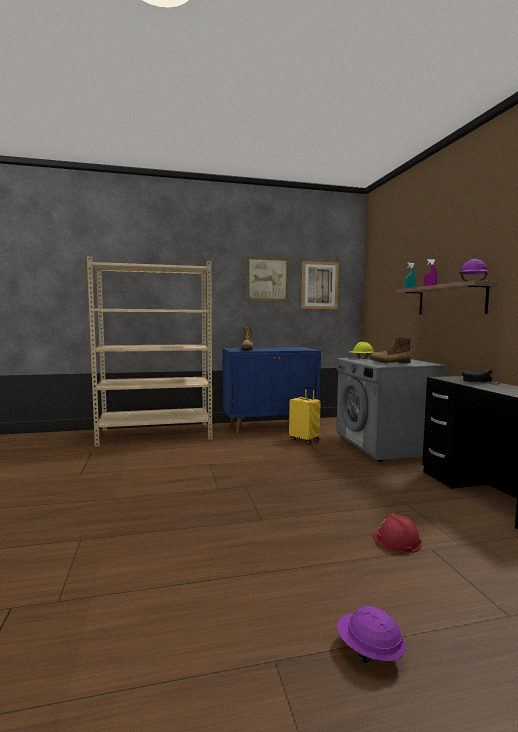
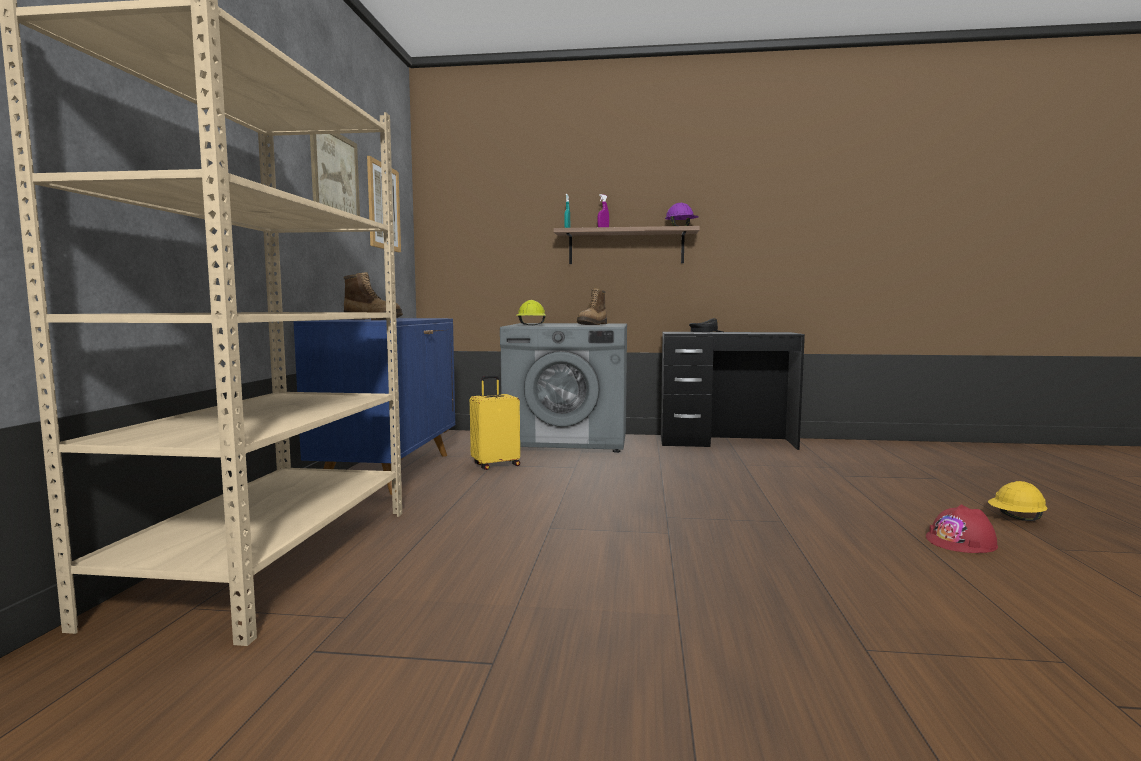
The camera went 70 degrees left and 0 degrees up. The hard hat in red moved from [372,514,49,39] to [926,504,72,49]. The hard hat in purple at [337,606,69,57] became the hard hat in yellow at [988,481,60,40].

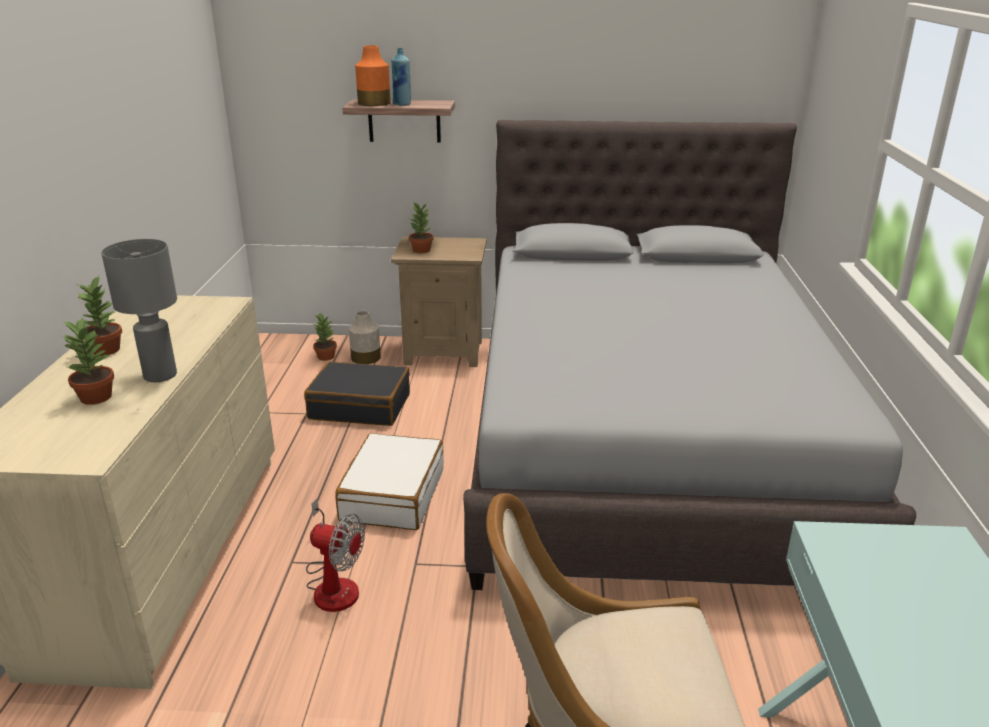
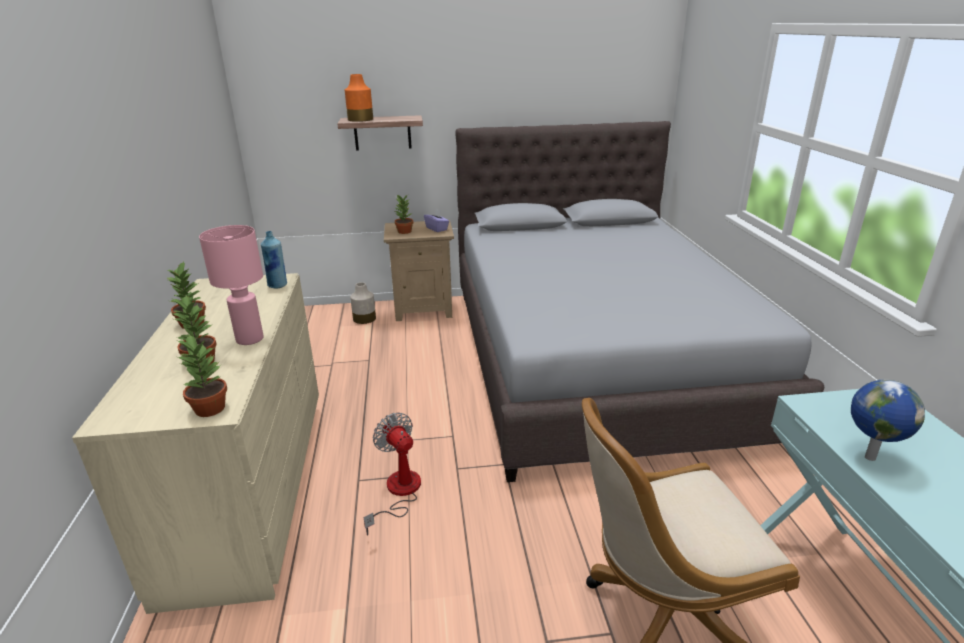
The camera went 10 degrees left and 0 degrees up. The bottle in blue moved from [391,48,20,58] to [261,231,26,57]. The table lamp in grey at [101,239,76,143] became the table lamp in pink at [199,225,65,120]. The potted plant moved from [313,313,24,48] to [177,334,50,83]. The suitcase in black at [304,362,106,64] disappeared. The suitcase in white at [335,433,109,97] disappeared. The fan at [306,498,59,114] turned 135 degrees counterclockwise. The tissue box in purple at [424,209,25,23] appeared. The globe at [851,380,74,81] appeared.

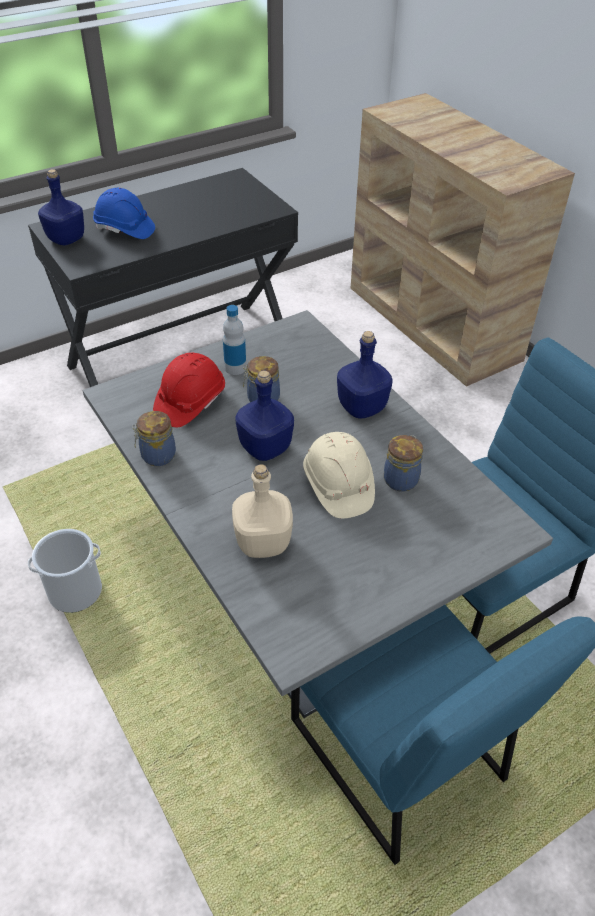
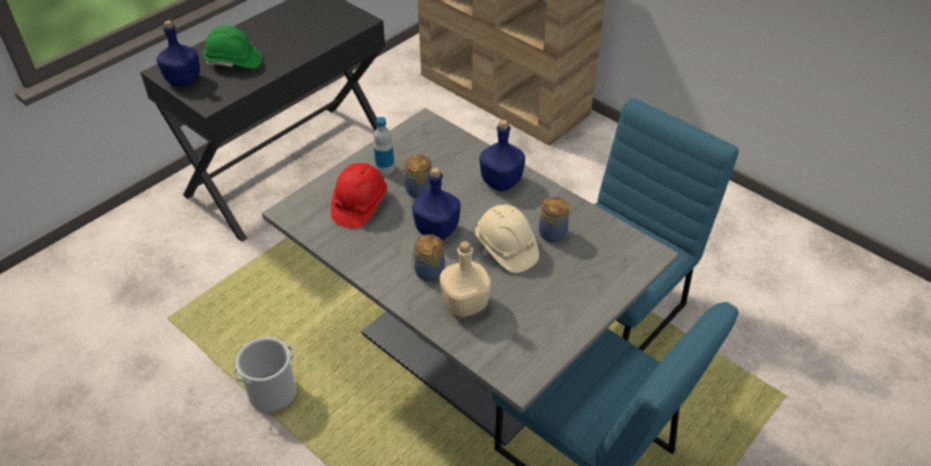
The camera went 15 degrees left and 0 degrees up. The hard hat in blue at [93,188,62,51] became the hard hat in green at [203,26,59,43]. The jar moved from [132,411,44,55] to [411,234,34,48].

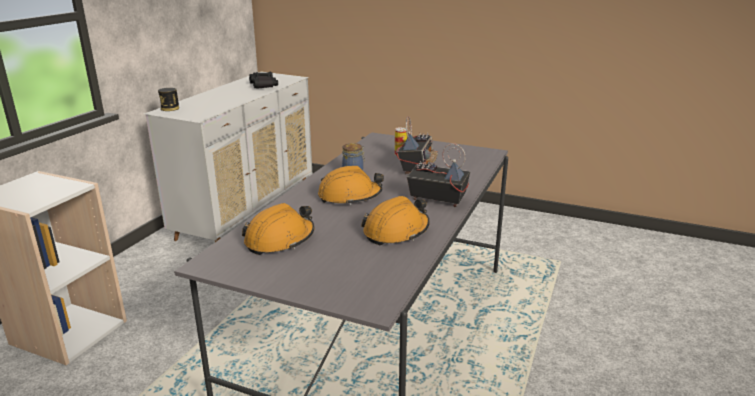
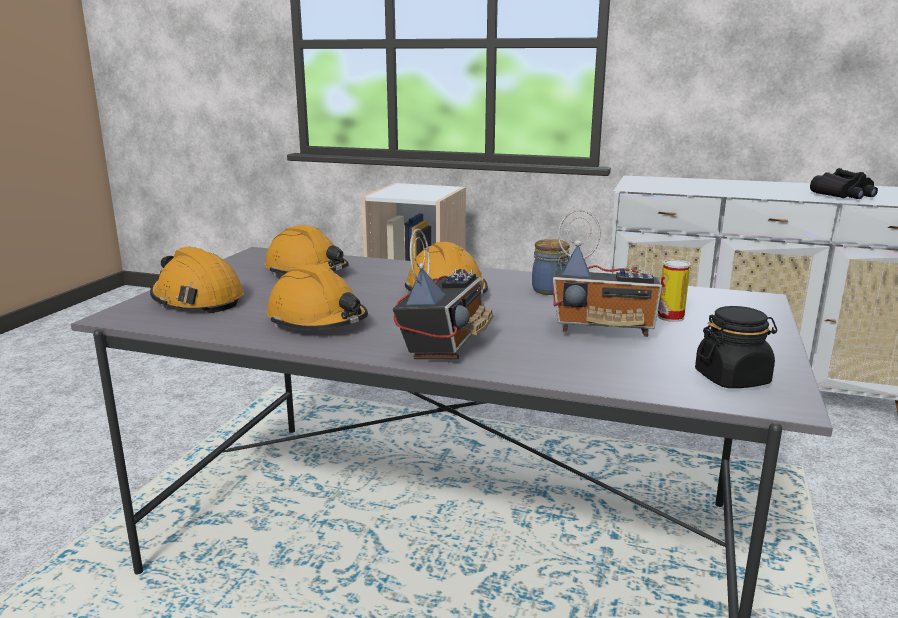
The camera went 85 degrees right and 5 degrees down. The can at [158,88,21,23] disappeared. The hard hat in orange at [150,246,94,67] appeared. The jar in black at [695,306,82,82] appeared.

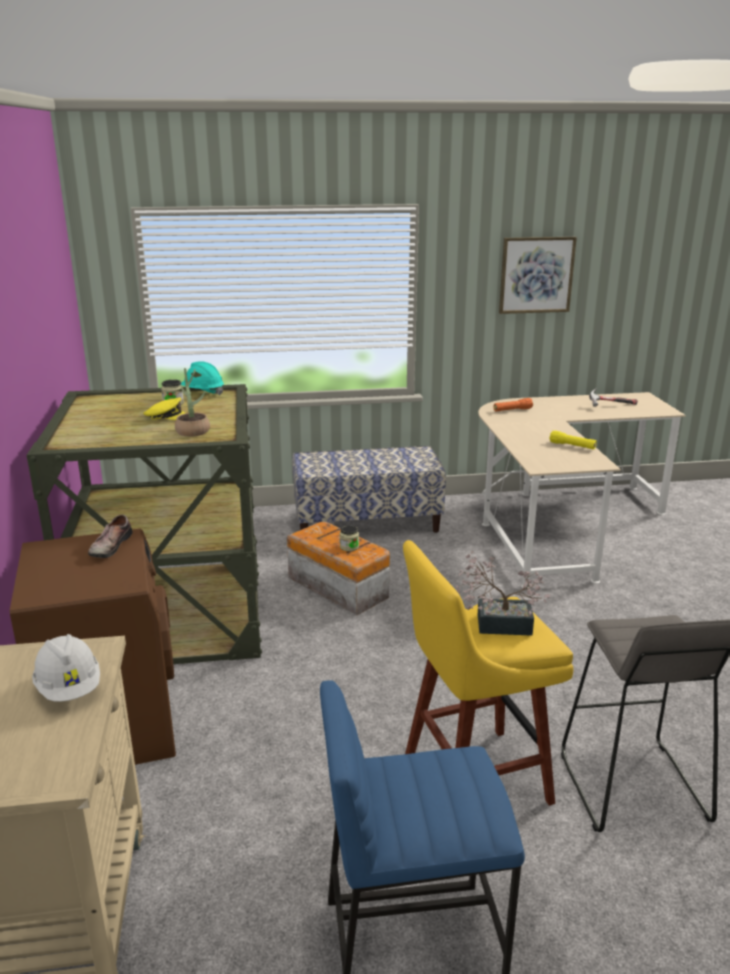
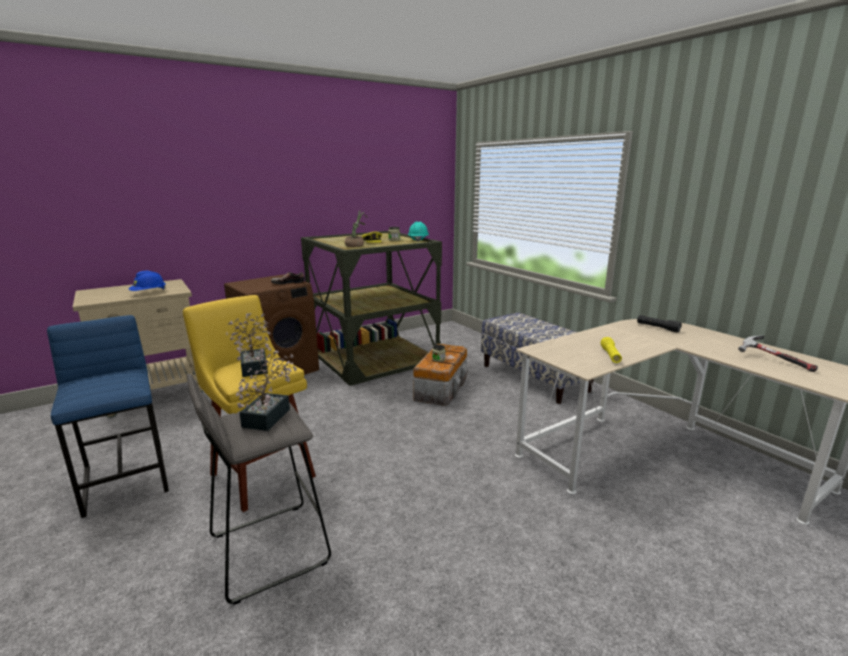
The camera went 65 degrees right and 5 degrees down. The picture at [499,237,78,77] disappeared. The flashlight in orange at [493,398,40,14] became the flashlight in black at [637,315,45,17]. The hard hat in white at [32,634,68,68] became the hard hat in blue at [129,271,37,20]. The potted plant at [236,351,61,80] appeared.

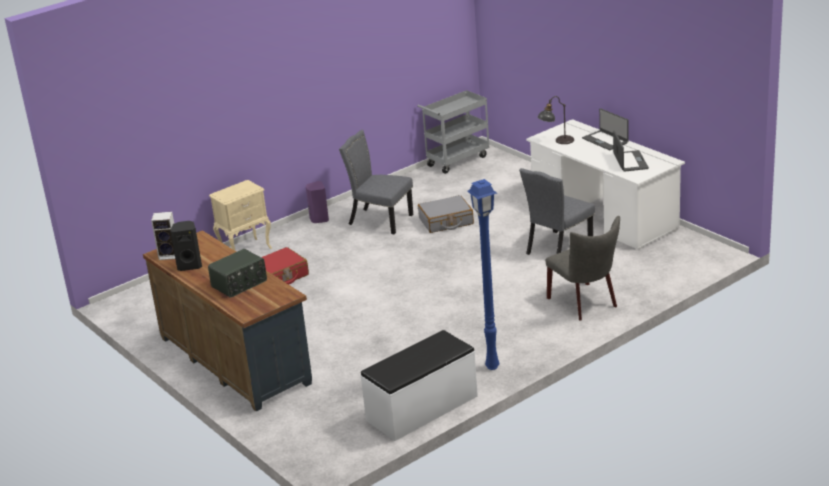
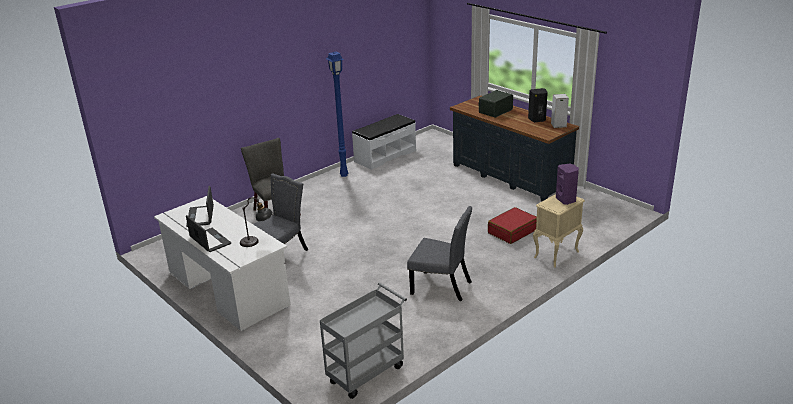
The camera went 175 degrees right and 0 degrees up. The speaker in purple moved from [306,181,23,42] to [556,164,23,41]. The suitcase in grey at [418,195,56,38] disappeared.

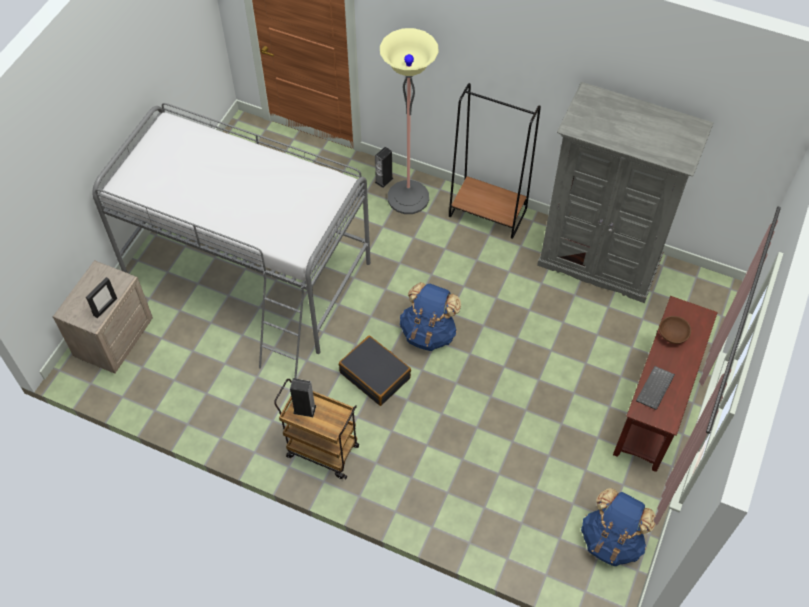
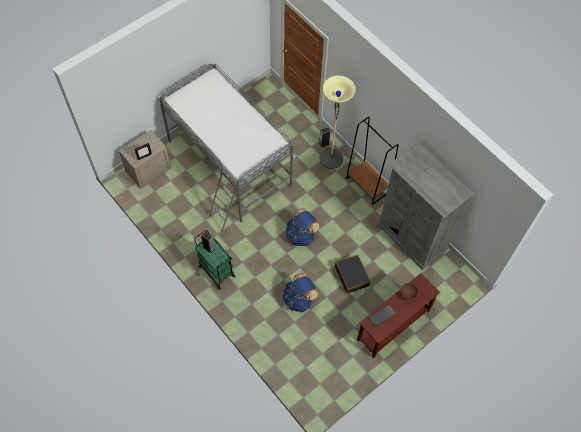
The camera went 25 degrees right and 5 degrees up. The suitcase in black moved from [339,336,72,70] to [335,255,36,39]. The cart in brown at [274,379,85,101] became the cart in green at [194,230,41,60]. The backpack in blue moved from [581,488,75,78] to [282,273,36,39].

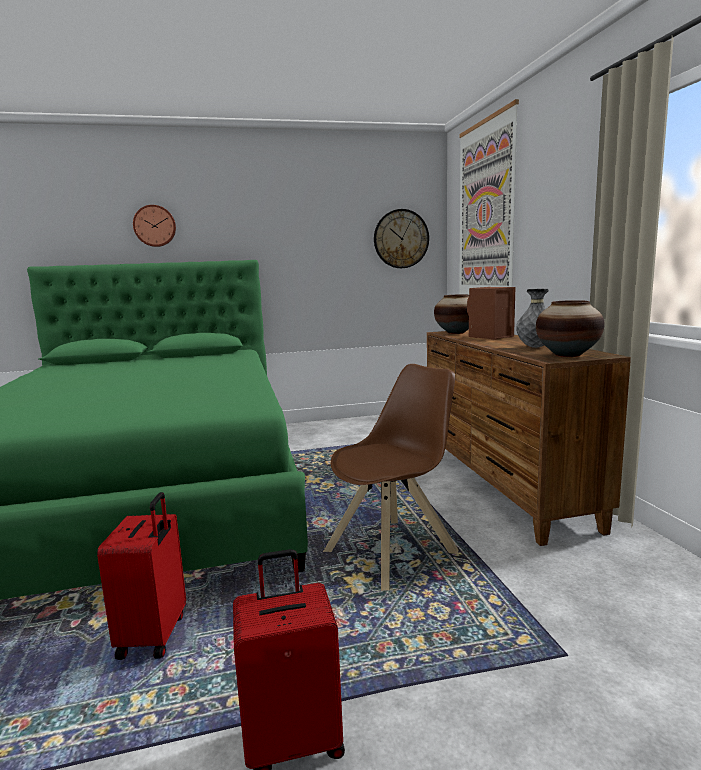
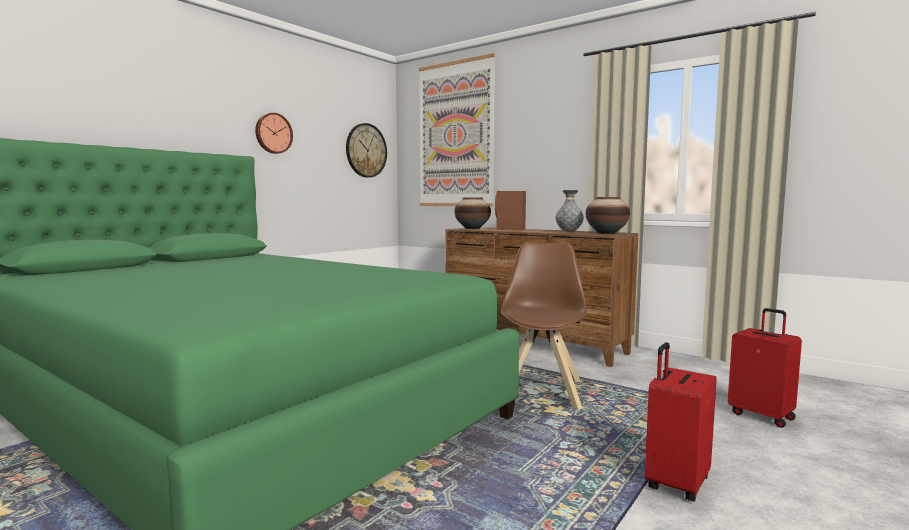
The camera went 40 degrees left and 5 degrees down. The wall clock moved from [133,205,43,42] to [255,113,38,41]. The suitcase in red moved from [97,492,89,168] to [728,308,74,120].

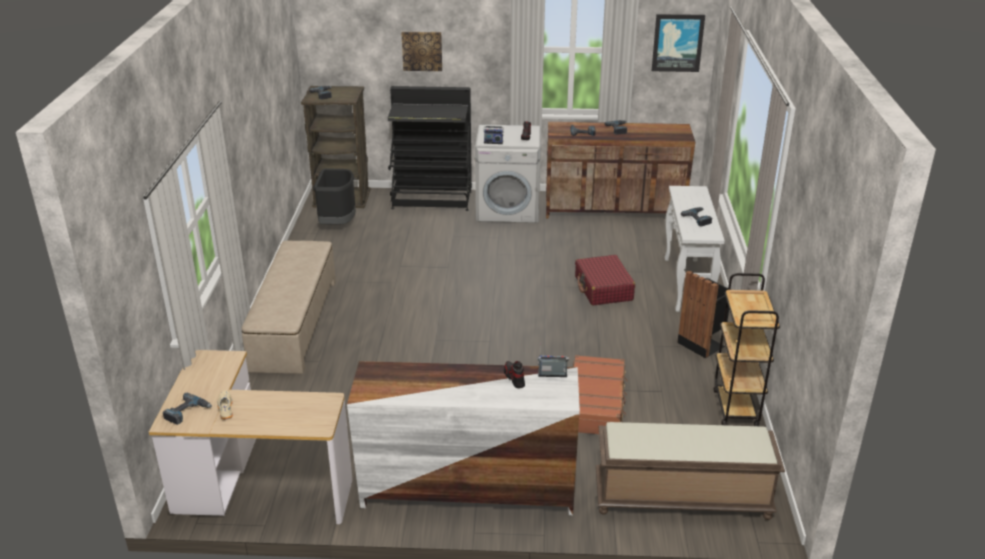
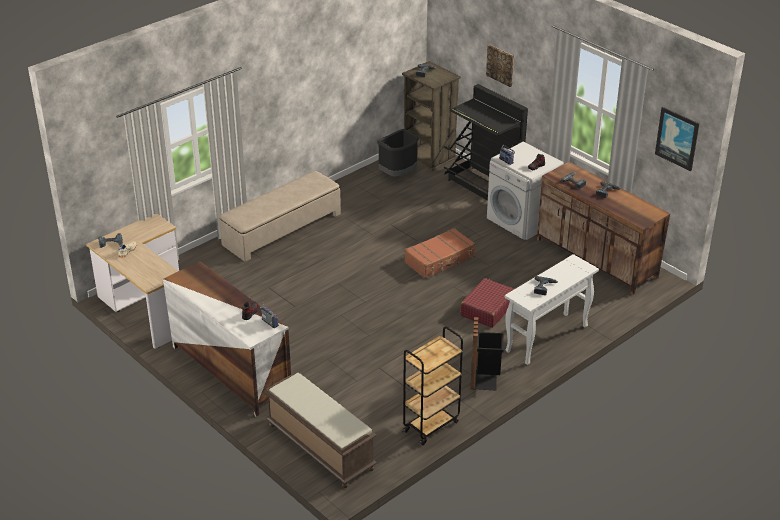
The camera went 45 degrees right and 5 degrees up. The suitcase in brown moved from [573,355,55,79] to [404,228,71,51].

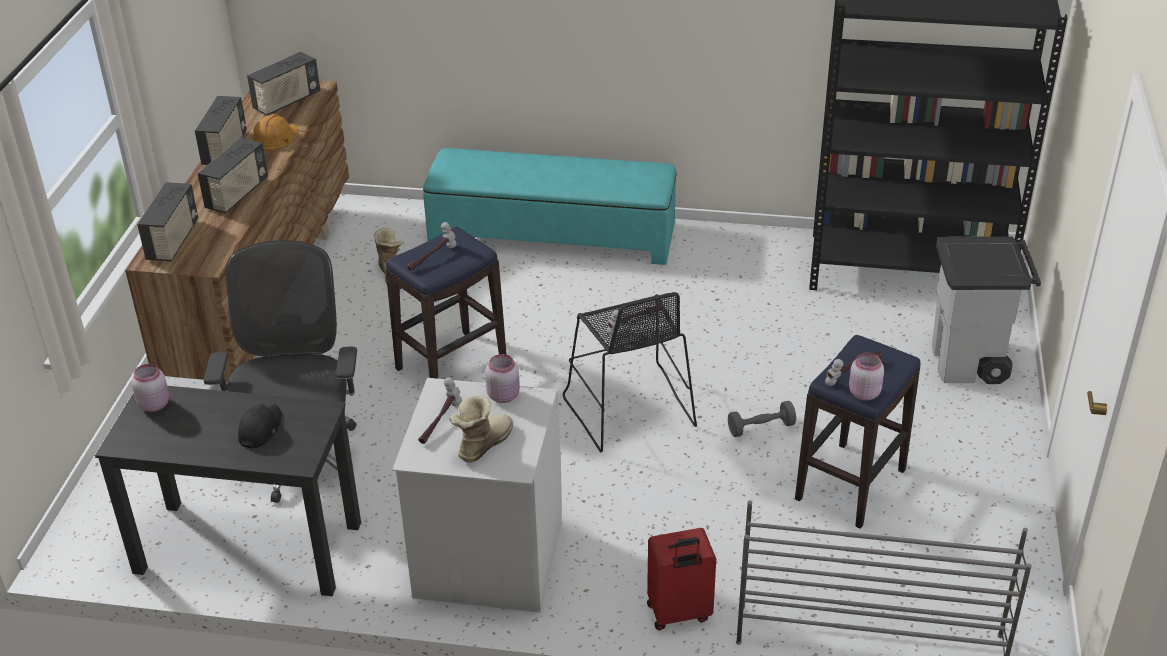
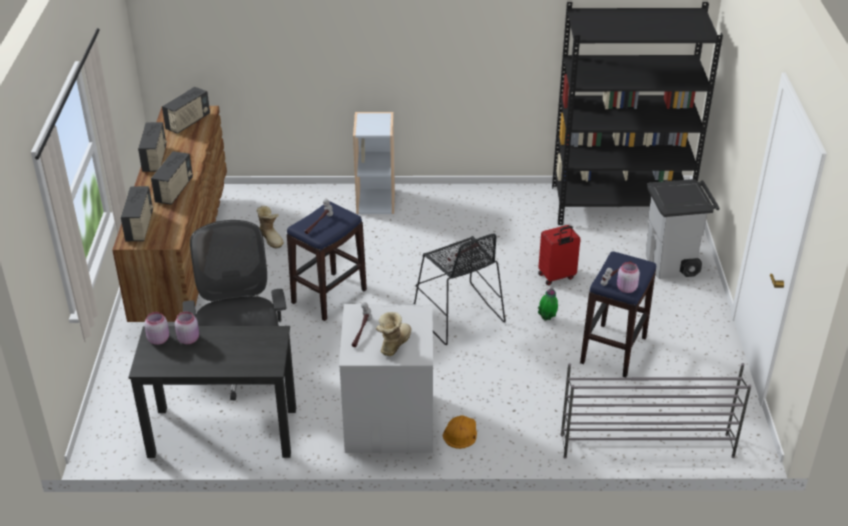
The camera went 10 degrees left and 0 degrees up. The hard hat in orange moved from [251,114,49,37] to [443,415,34,34]. The bench in turquoise at [423,148,254,117] was replaced by the bookcase at [353,112,42,102]. The jar in pink moved from [485,354,35,49] to [175,312,24,32]. The dumbbell in grey at [728,401,68,36] was replaced by the potted plant at [538,288,20,32]. The cap in black at [238,404,44,45] disappeared. The suitcase in red moved from [647,528,69,102] to [538,225,42,60].

